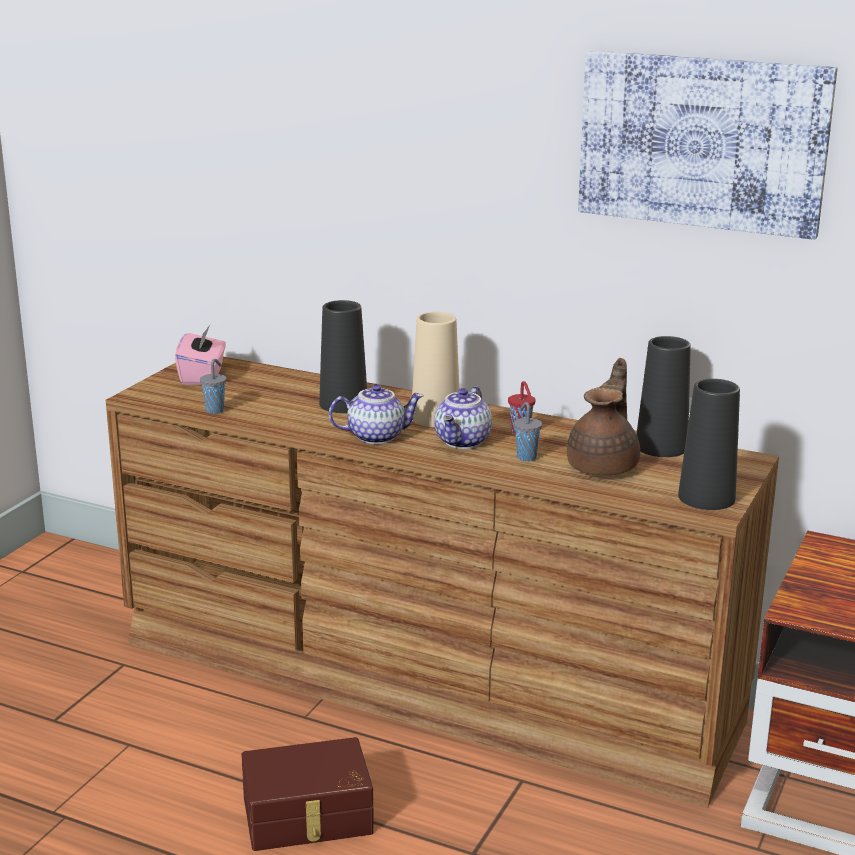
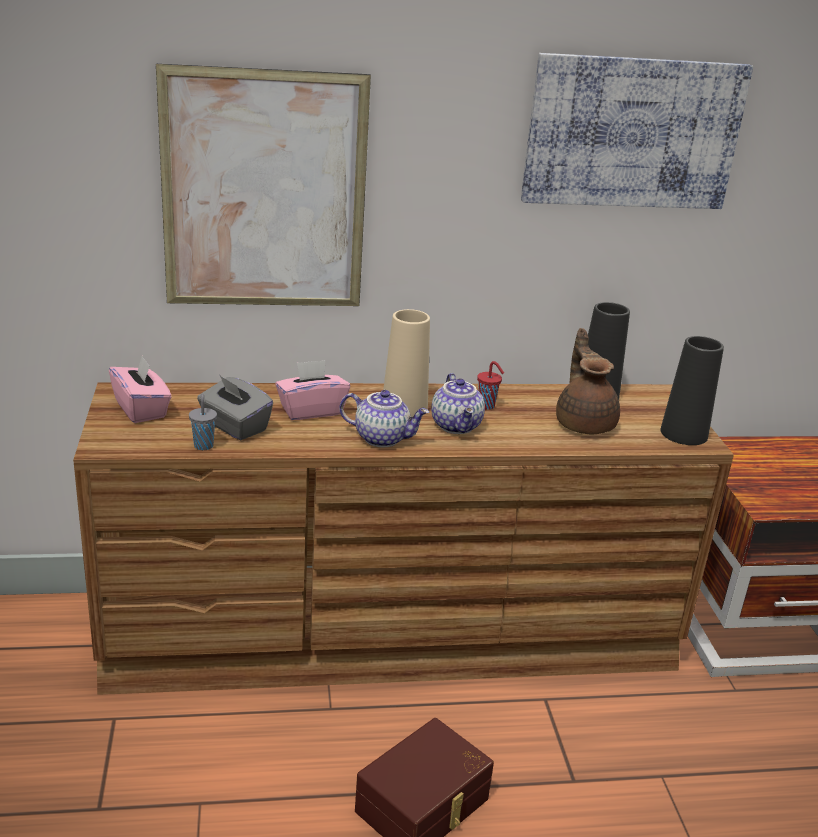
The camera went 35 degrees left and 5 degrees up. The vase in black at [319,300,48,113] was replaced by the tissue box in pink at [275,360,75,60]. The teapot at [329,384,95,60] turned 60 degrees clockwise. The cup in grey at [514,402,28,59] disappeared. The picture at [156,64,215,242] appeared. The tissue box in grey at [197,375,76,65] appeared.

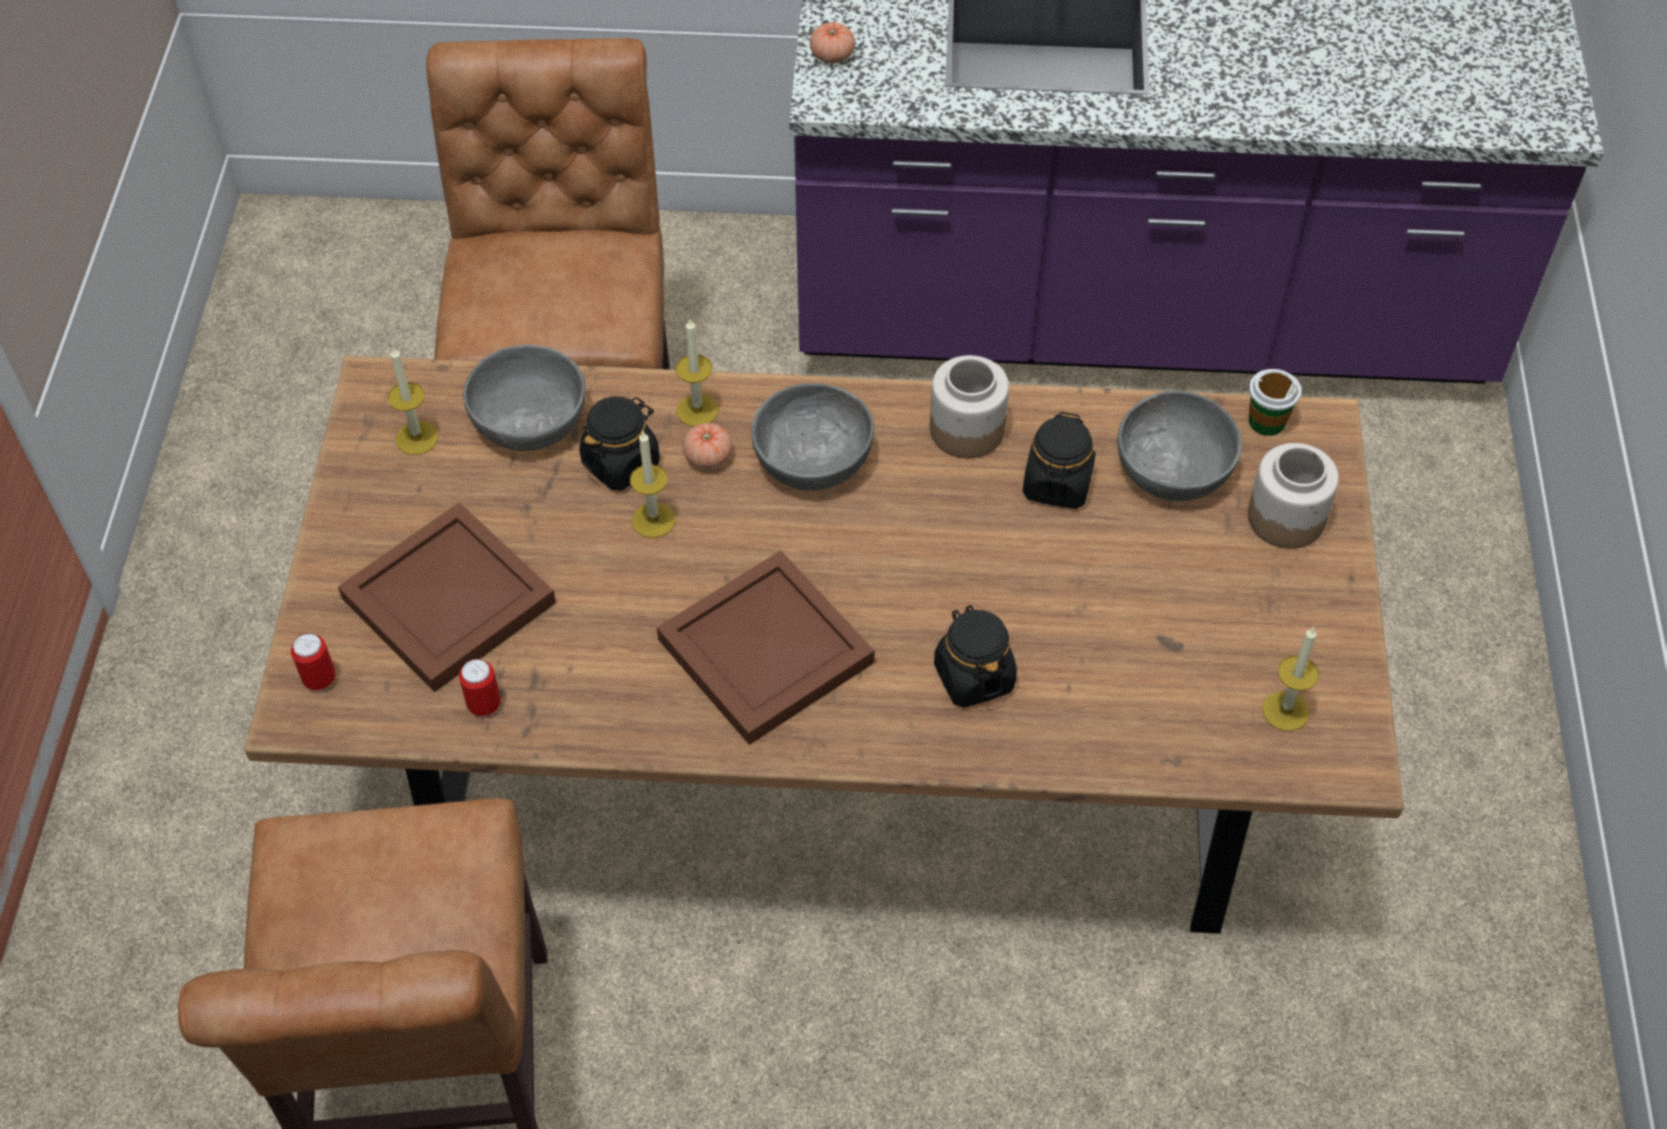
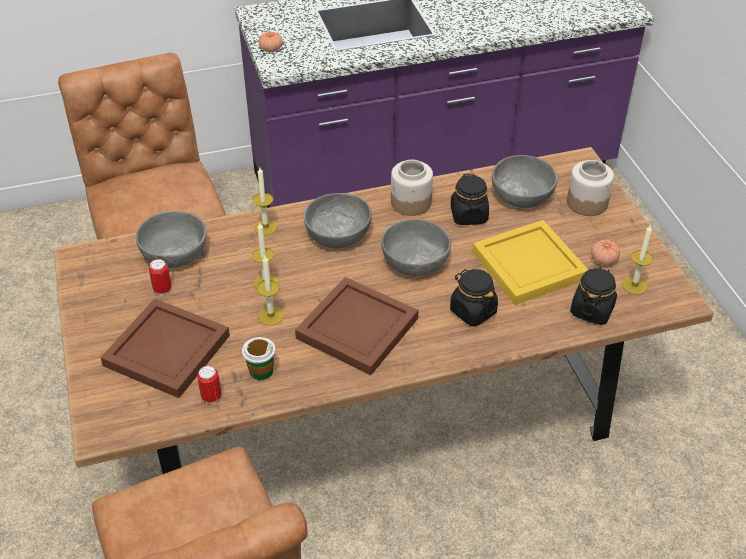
The camera went 20 degrees left and 10 degrees down. The candle moved from [388,347,50,108] to [257,256,27,70]. The cup moved from [1249,369,52,67] to [242,337,33,43]. The jar in black moved from [579,396,81,94] to [570,267,47,58]. The tomato moved from [682,423,50,46] to [591,240,29,25]. The can moved from [291,633,45,58] to [149,259,23,36]. The bowl in grey at [381,219,70,58] appeared. The tray in yellow at [472,220,116,85] appeared.

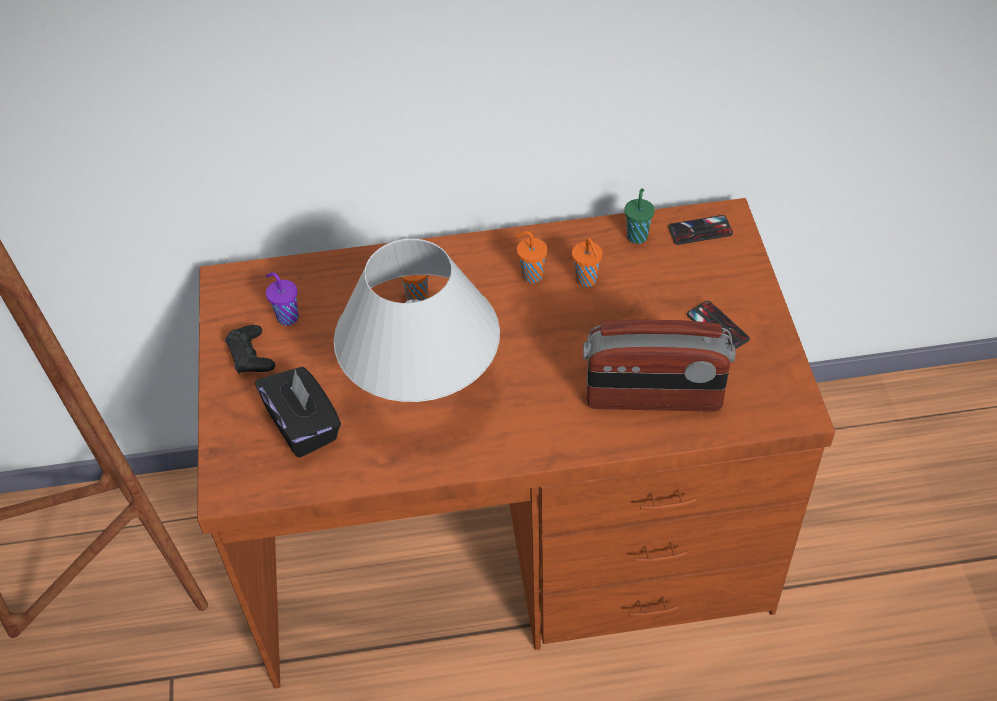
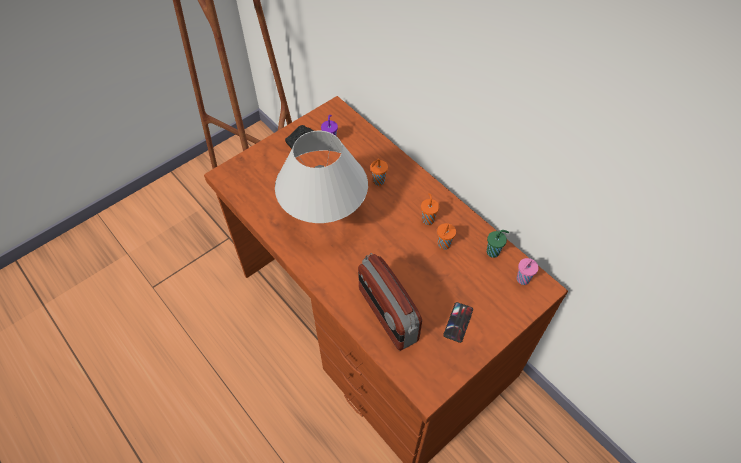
The camera went 55 degrees right and 5 degrees up. The phone at [668,215,65,30] was replaced by the cup in pink at [517,258,22,27]. The tissue box in black at [255,367,86,91] disappeared.

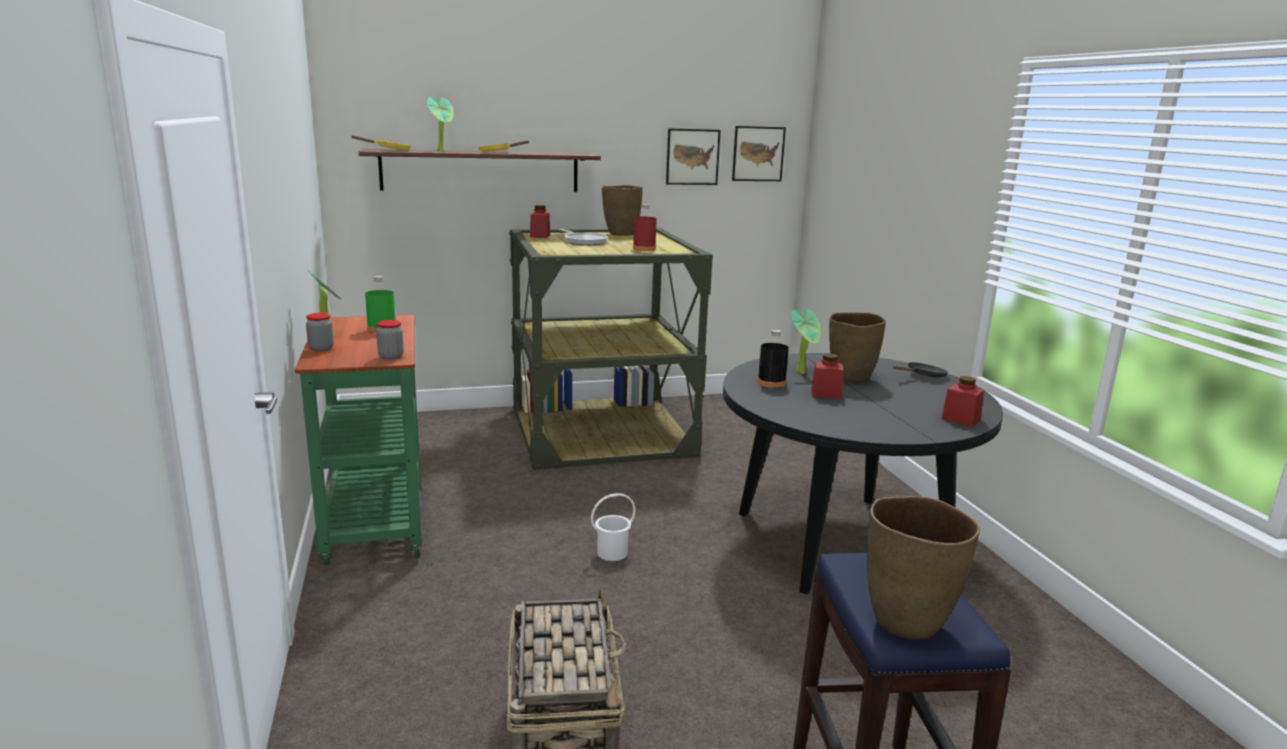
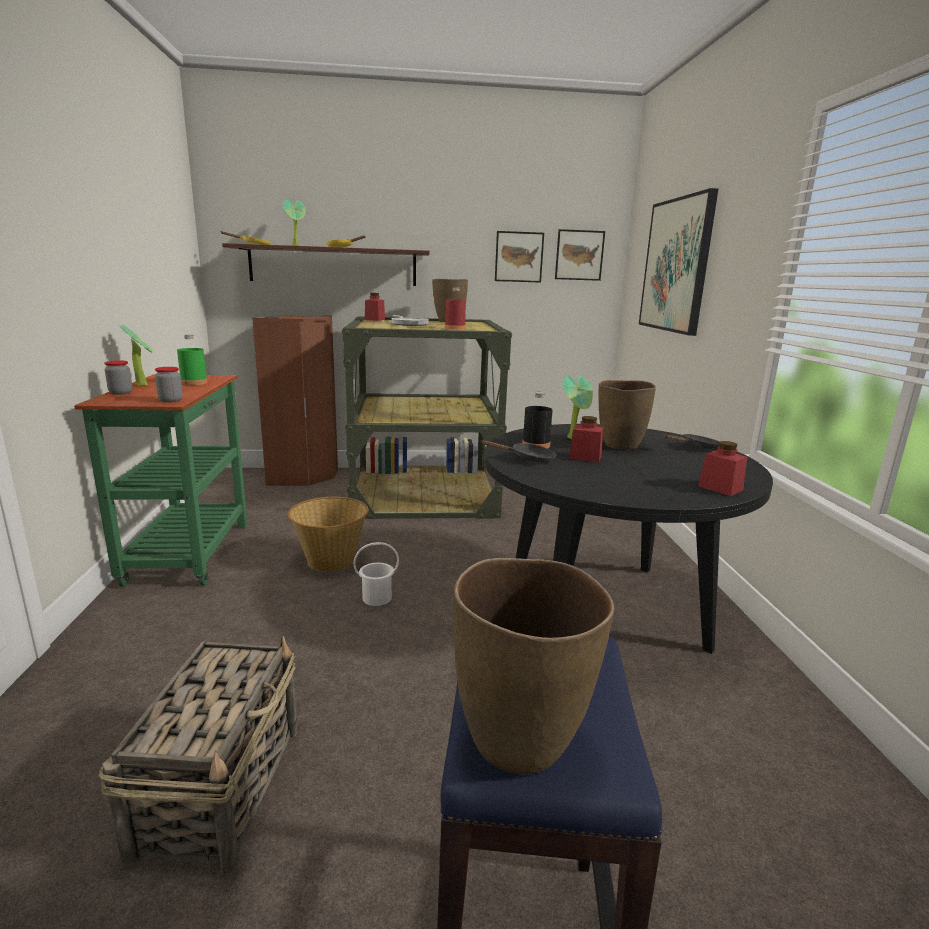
The camera went 10 degrees right and 0 degrees up. The picture at [639,188,79,148] appeared. The cabinet in brown at [252,315,86,171] appeared. The frying pan in black at [481,440,75,23] appeared. The basket at [288,497,81,75] appeared.

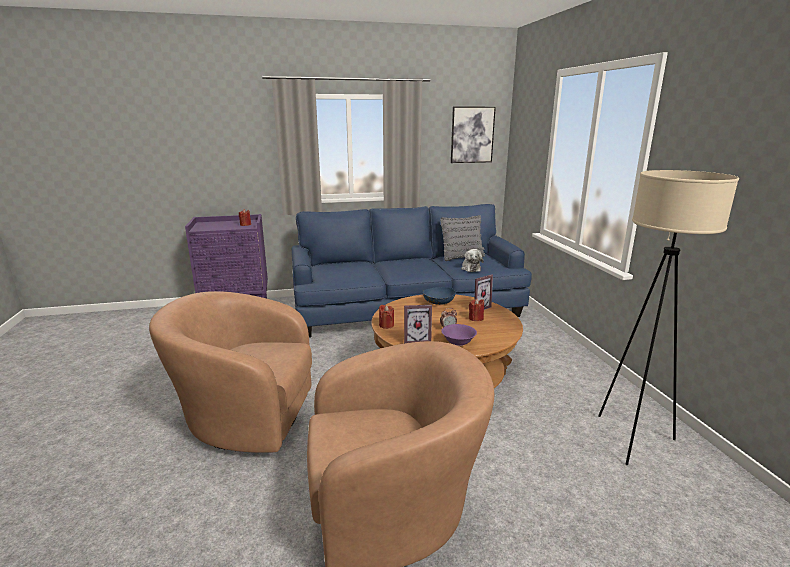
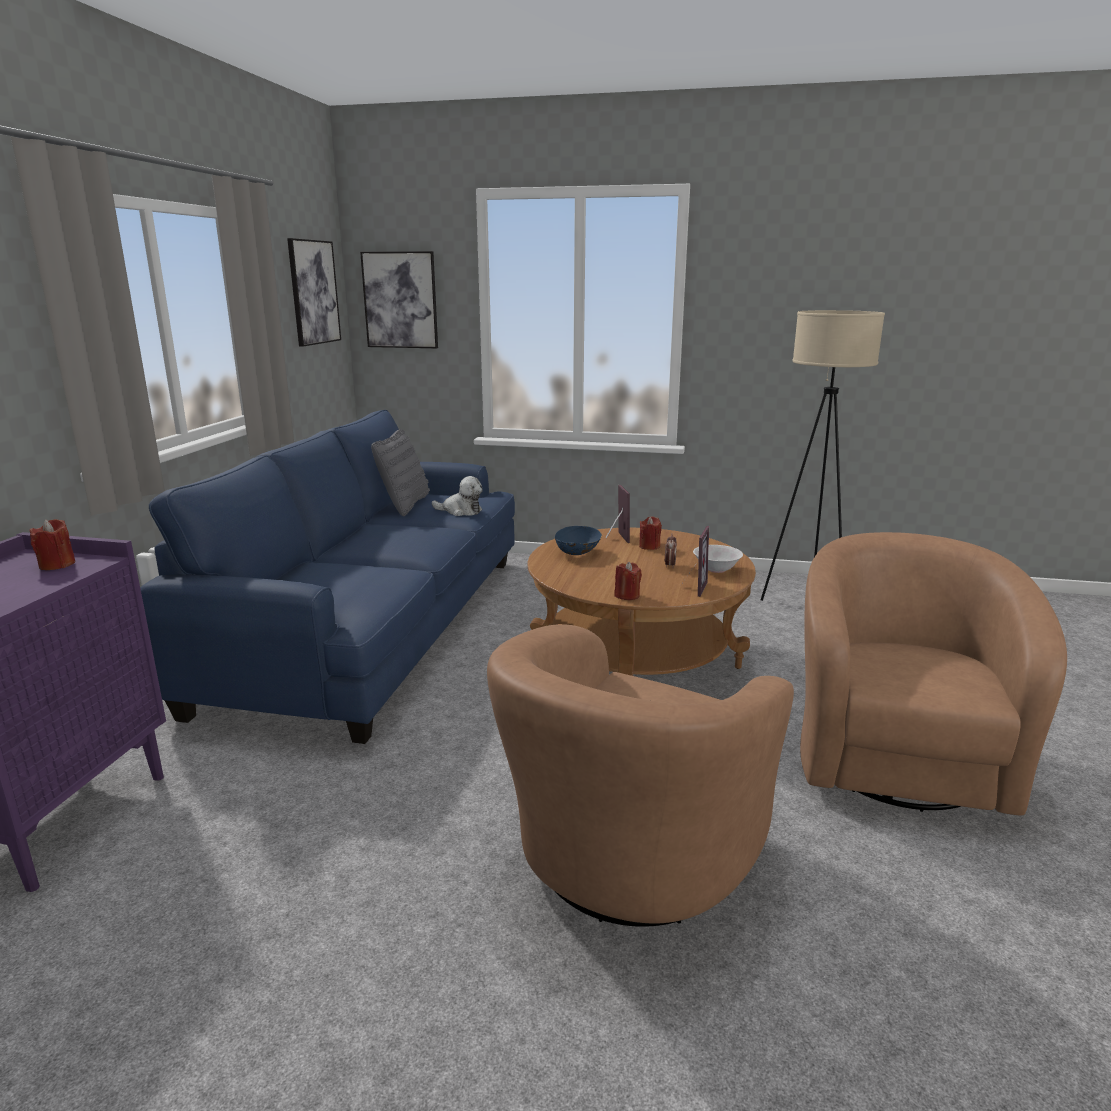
The camera went 65 degrees left and 0 degrees up. The bowl in purple at [441,324,36,22] became the bowl in white at [693,545,50,28]. The picture at [360,251,78,97] appeared.

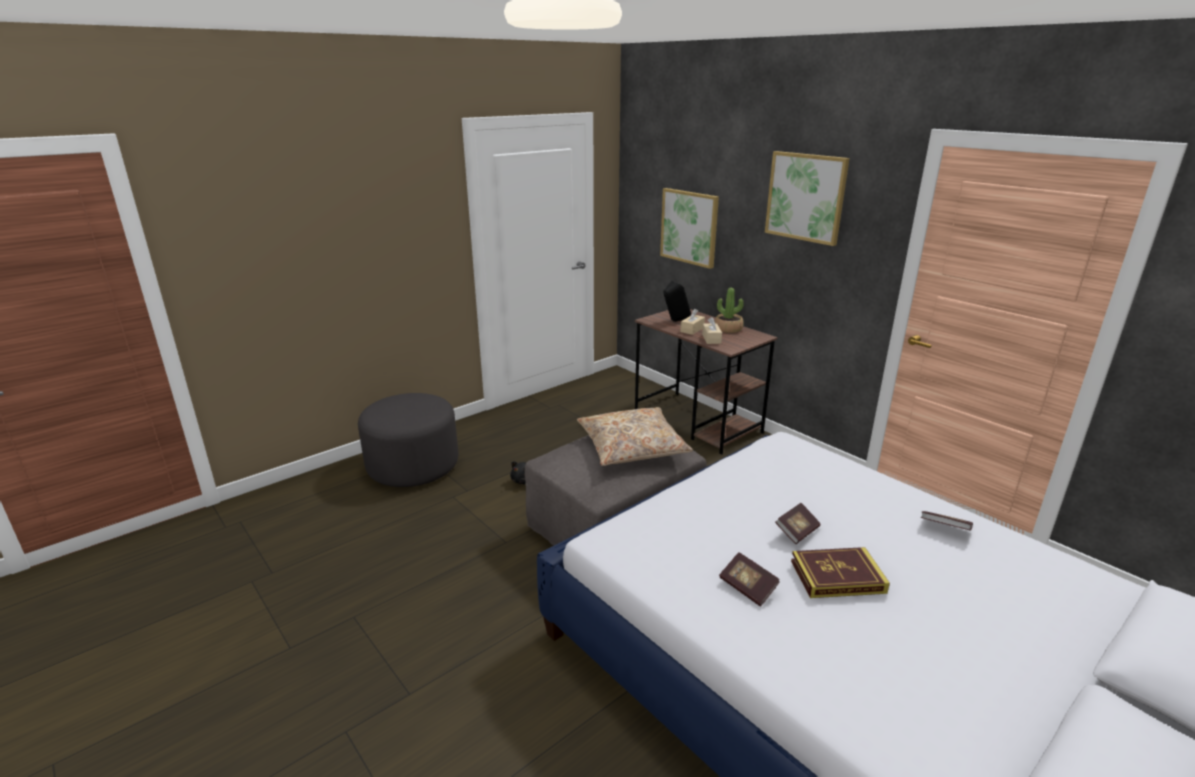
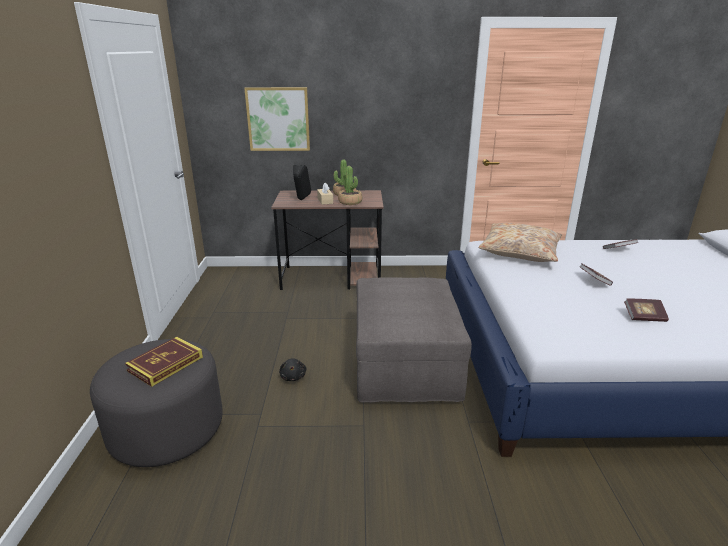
The camera went 50 degrees left and 0 degrees up. The picture at [765,151,85,95] disappeared. The tissue box in beige at [702,317,20,27] was replaced by the potted plant at [338,166,24,39]. The pillow in beige moved from [577,407,116,59] to [479,223,83,39]. The book moved from [791,547,99,51] to [125,337,78,50].

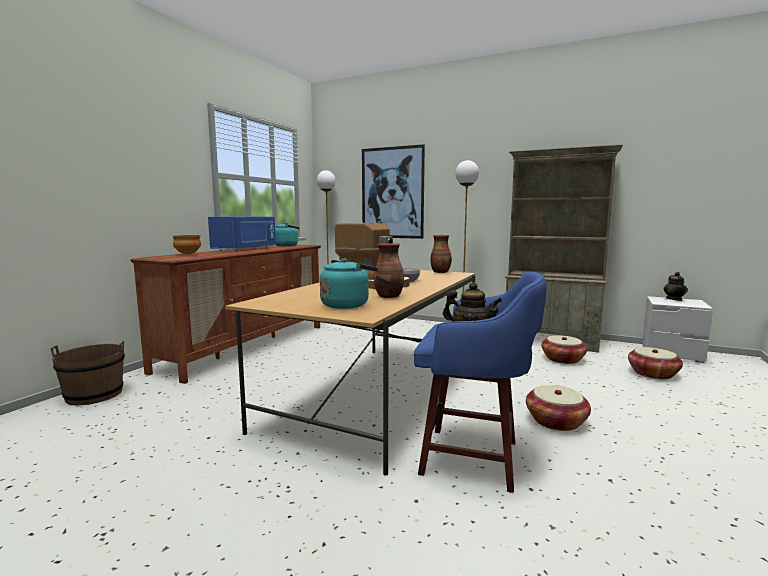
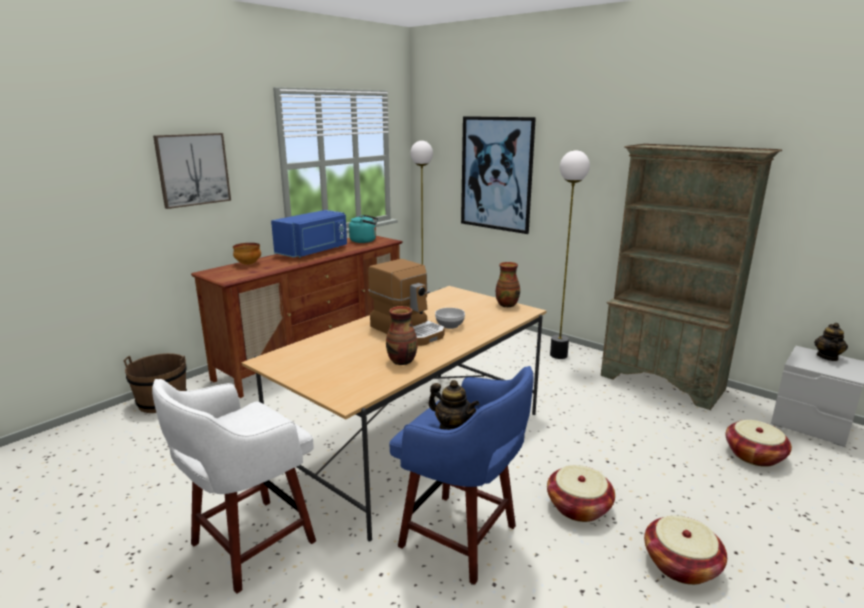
The camera went 15 degrees right and 10 degrees up. The kettle in turquoise at [320,259,58,50] disappeared. The basket moved from [541,335,46,29] to [644,516,83,69]. The picture at [153,133,78,76] appeared. The stool in white at [152,379,164,215] appeared.

